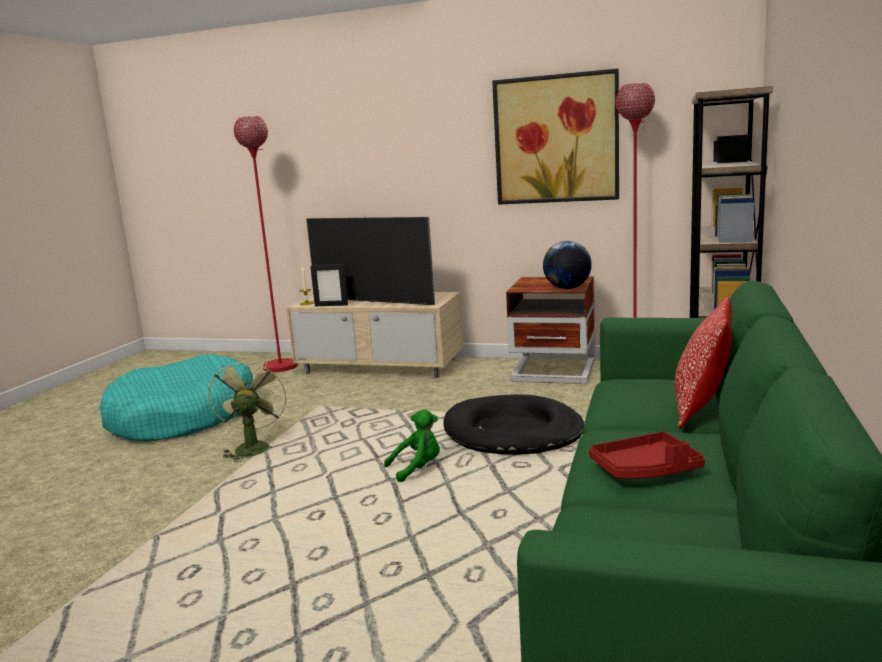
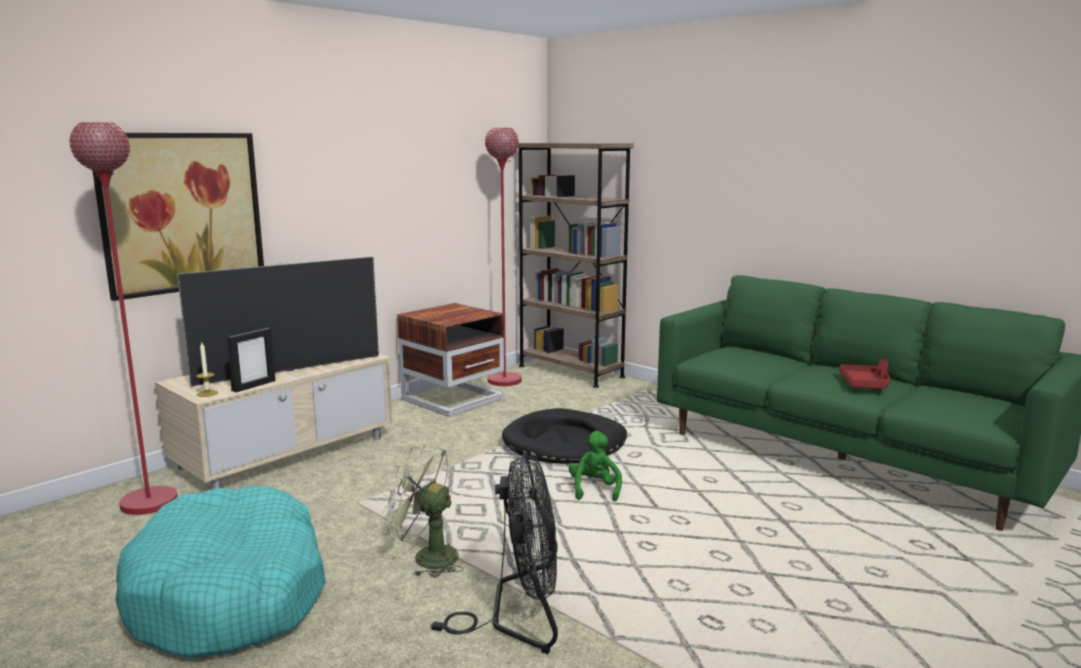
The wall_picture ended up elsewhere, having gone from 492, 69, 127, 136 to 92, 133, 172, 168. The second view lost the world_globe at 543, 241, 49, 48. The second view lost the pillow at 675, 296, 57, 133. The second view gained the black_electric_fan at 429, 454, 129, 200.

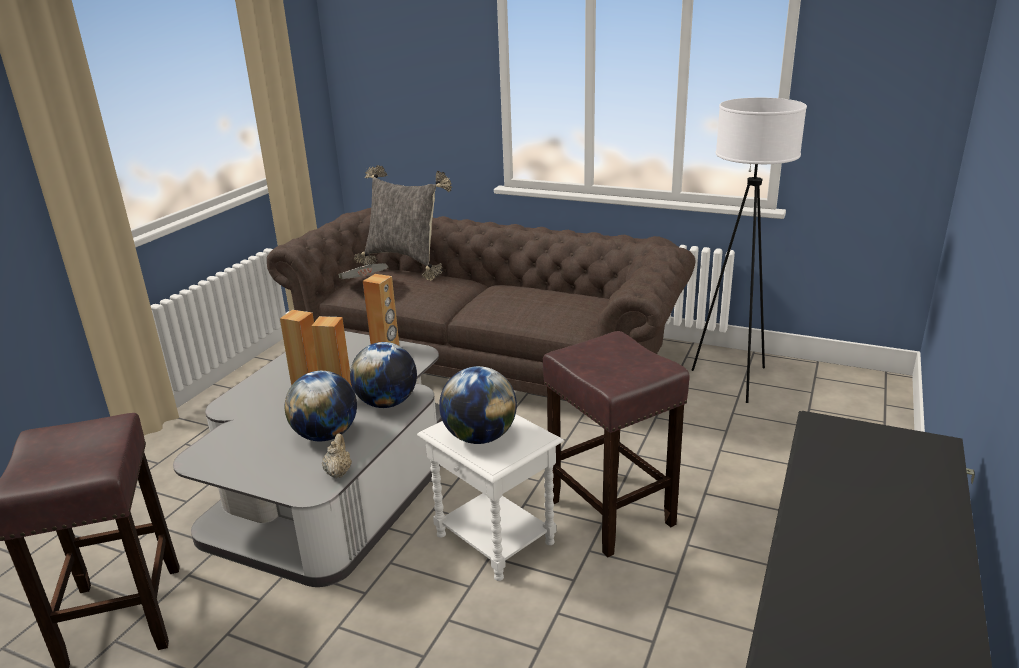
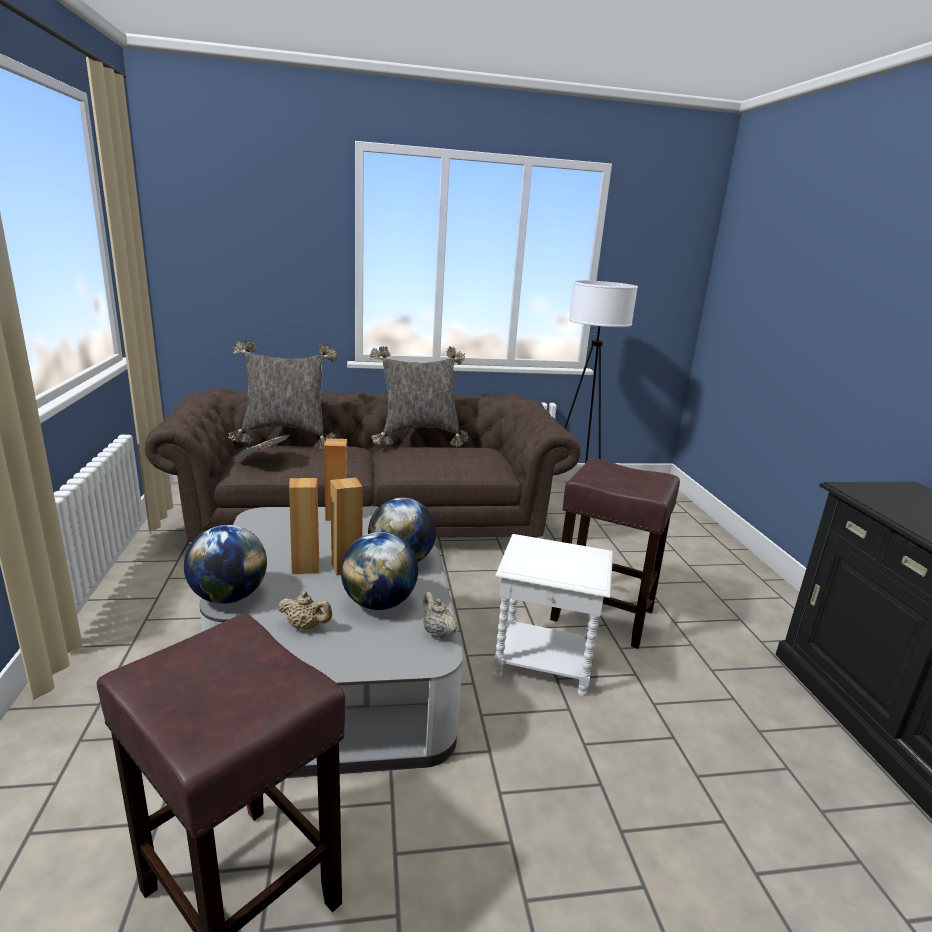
The world_globe ended up elsewhere, having gone from 439, 366, 78, 78 to 184, 525, 83, 79. The second view gained the pillow at 370, 346, 100, 101. The second view gained the beige-coloured_pot_for_tea at 278, 591, 54, 39.

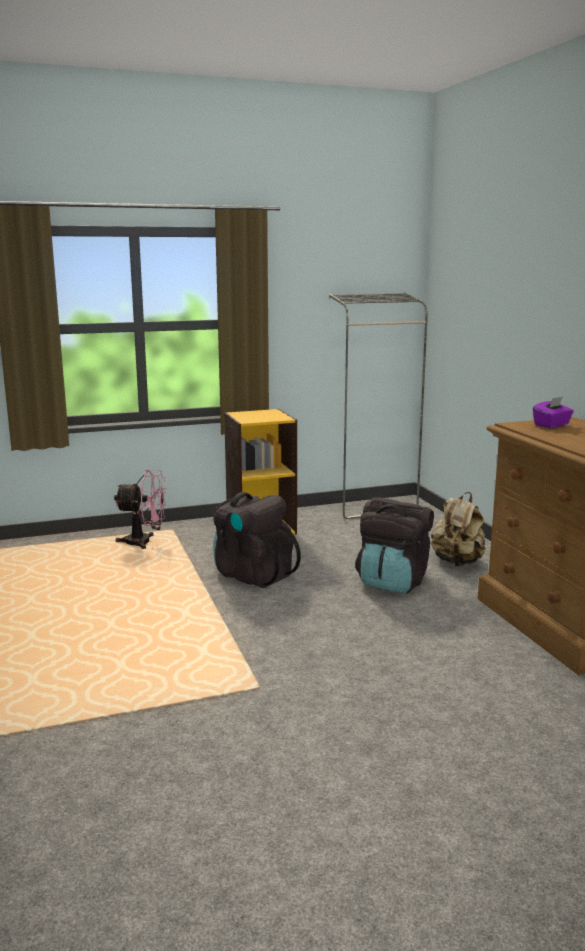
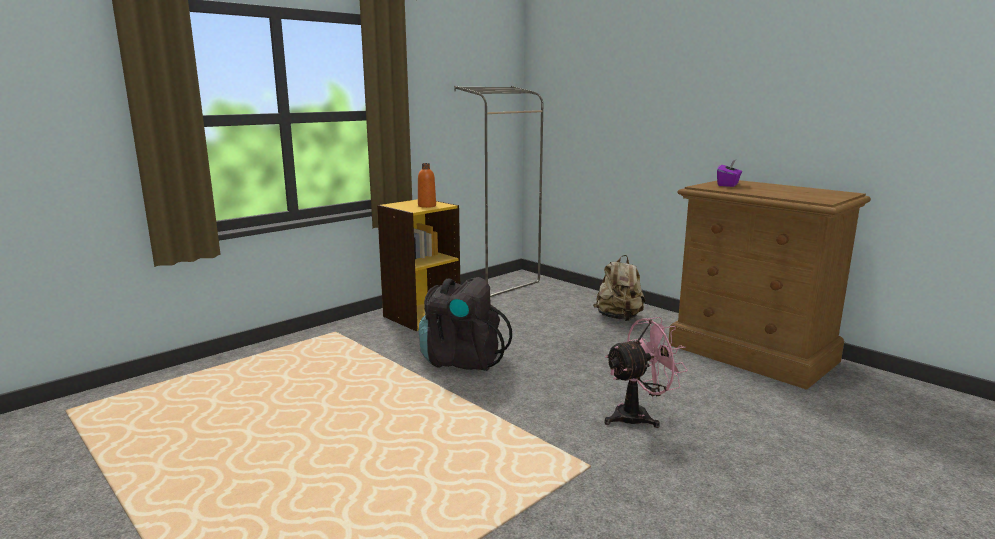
The pink_electric_fan ended up elsewhere, having gone from 114, 470, 53, 79 to 604, 317, 84, 111. The second view lost the black_backpack at 355, 497, 79, 97. The second view gained the orangey_beverage_bottle at 418, 163, 18, 45.

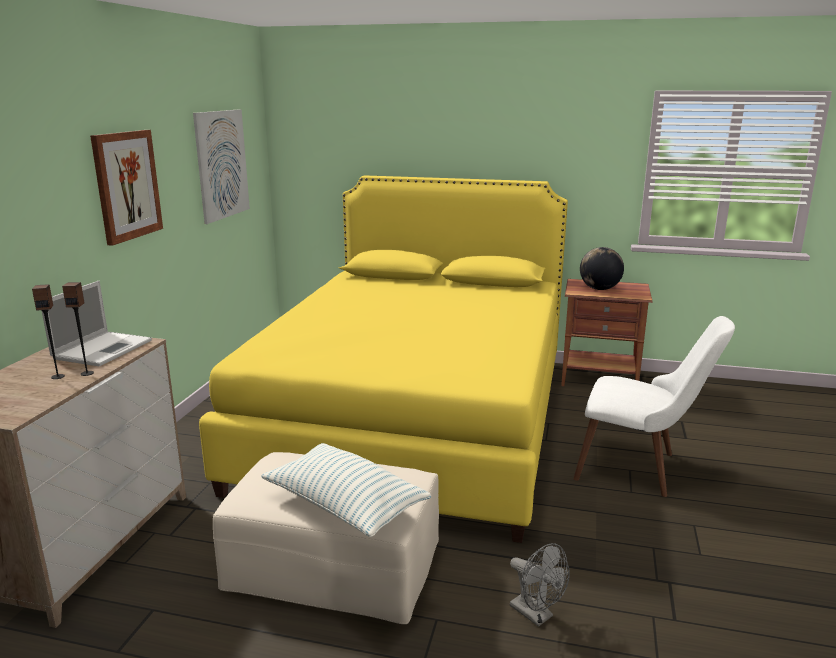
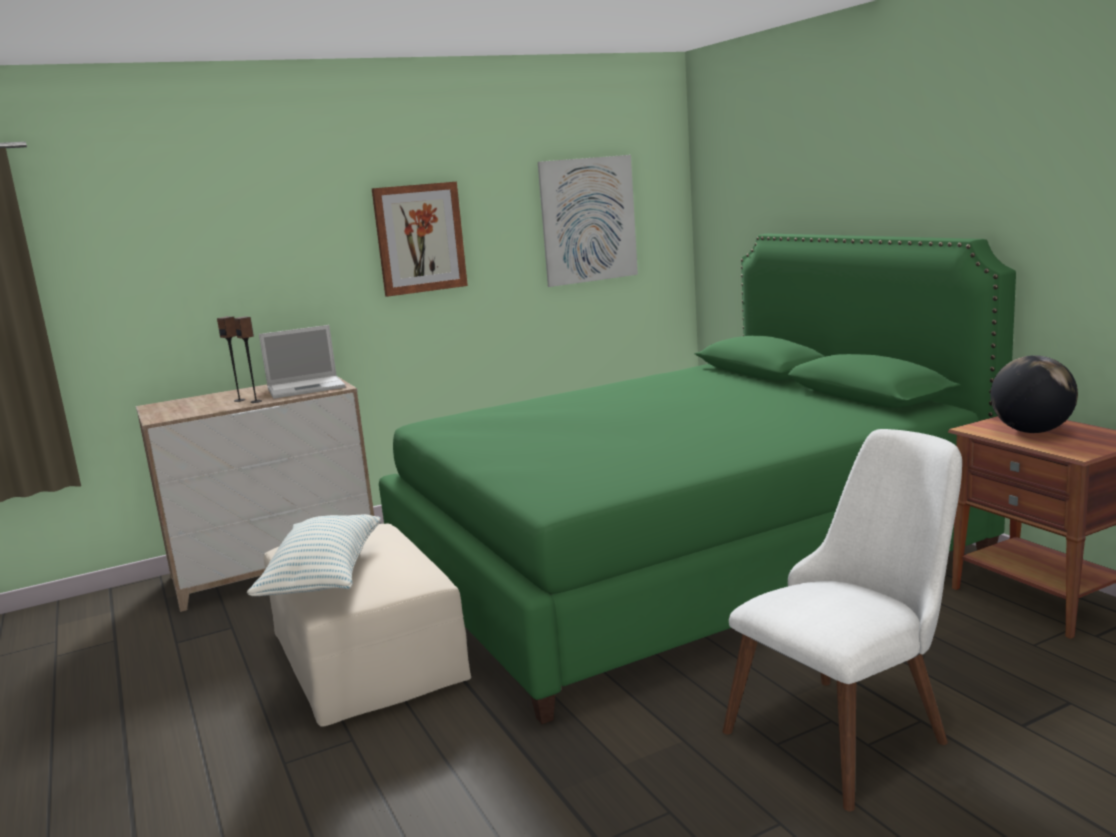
What was the yellowish_bedroom_bed at 199, 175, 369, 368 turned into the green-coloured_bedroom_bed at 379, 233, 637, 491. The white_plain_chair at 573, 316, 162, 181 ended up facing another way, 105 degrees counterclockwise from before. The second view lost the gray_electric_fan at 510, 543, 60, 84.

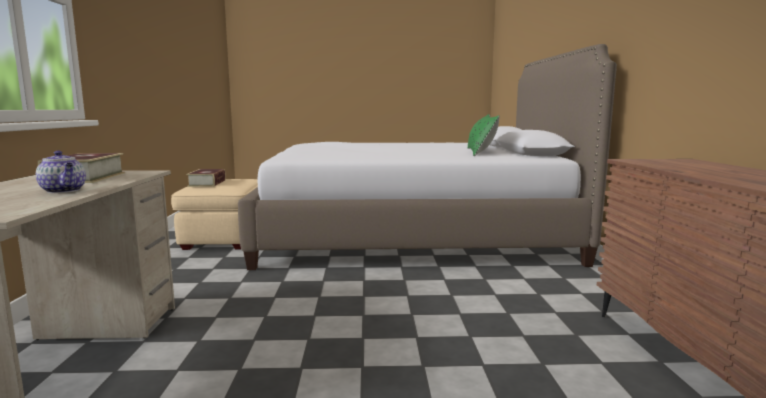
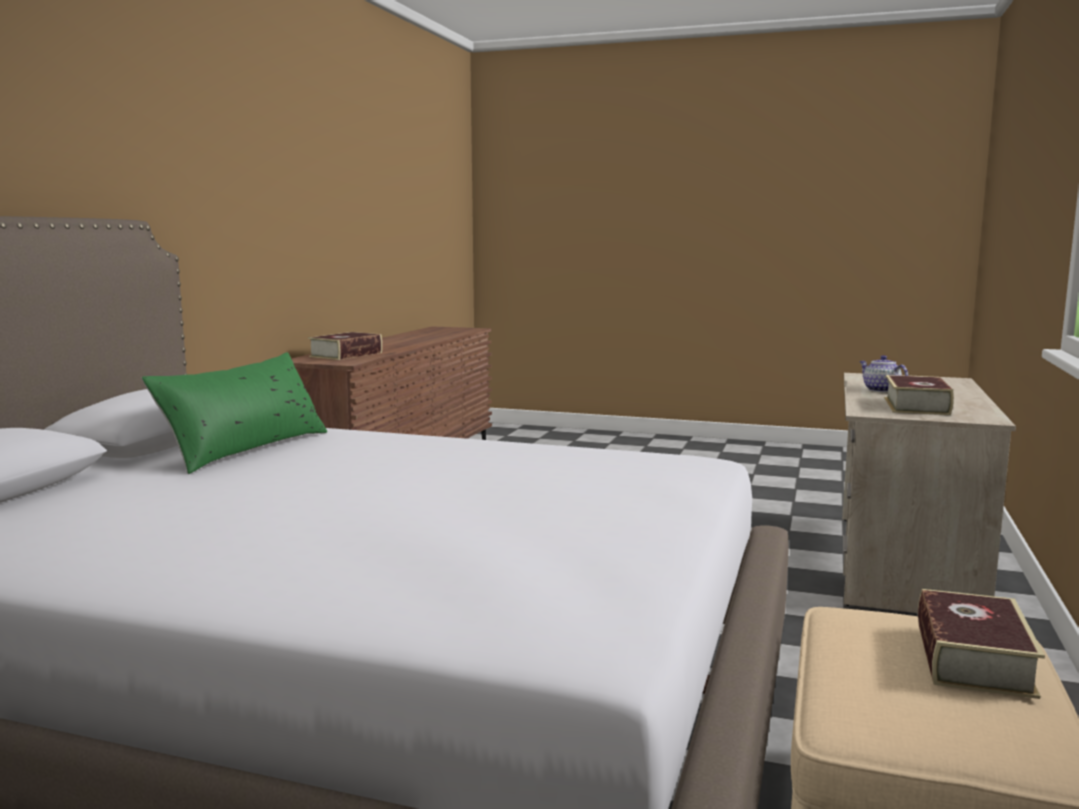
The second view gained the volume at 308, 332, 74, 28.

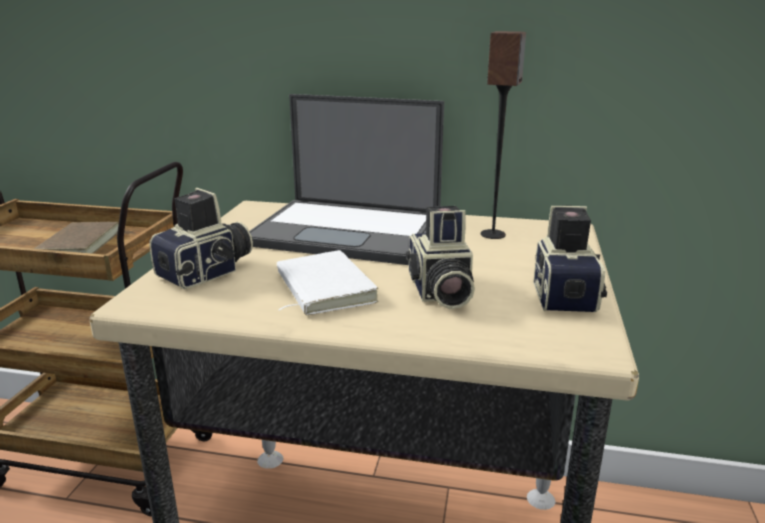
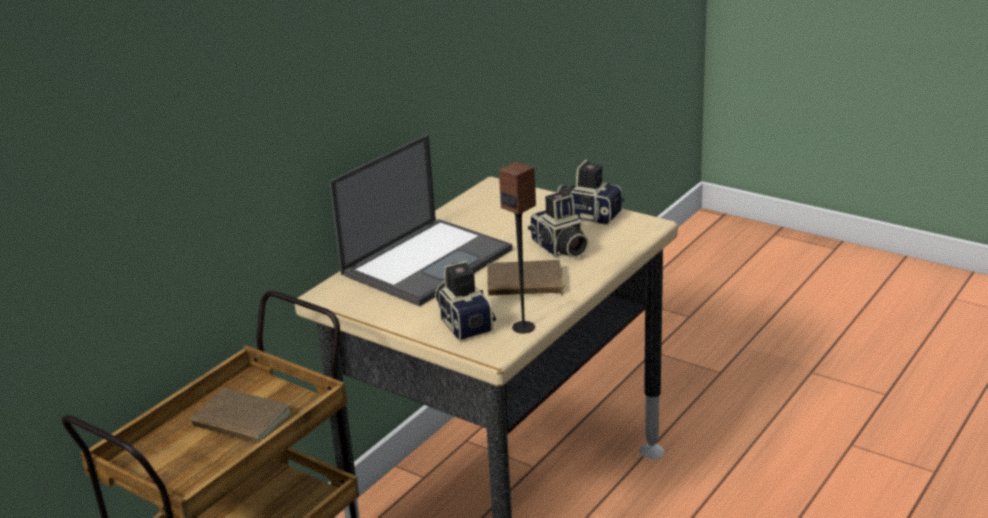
The speaker ended up elsewhere, having gone from 481, 31, 45, 208 to 499, 161, 37, 173. The still_camera at 406, 206, 69, 103 ended up facing another way, 45 degrees clockwise from before. What was the white_volume at 277, 250, 101, 65 turned into the brown_volume at 487, 260, 79, 36.

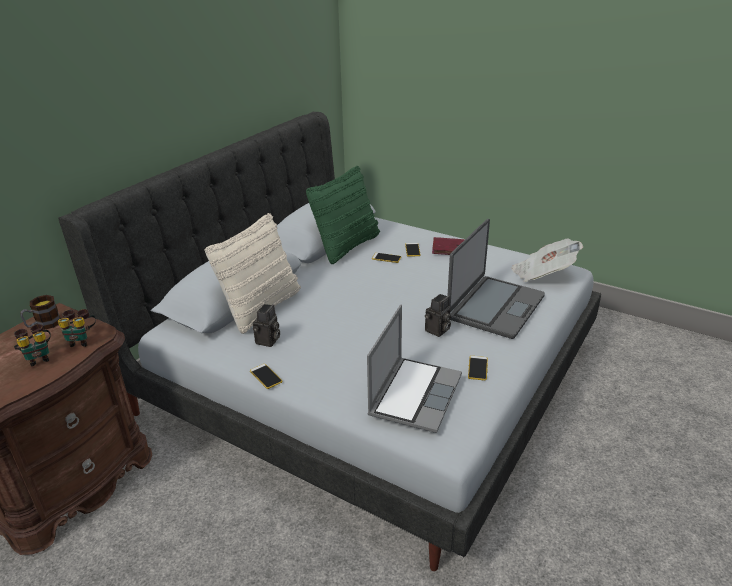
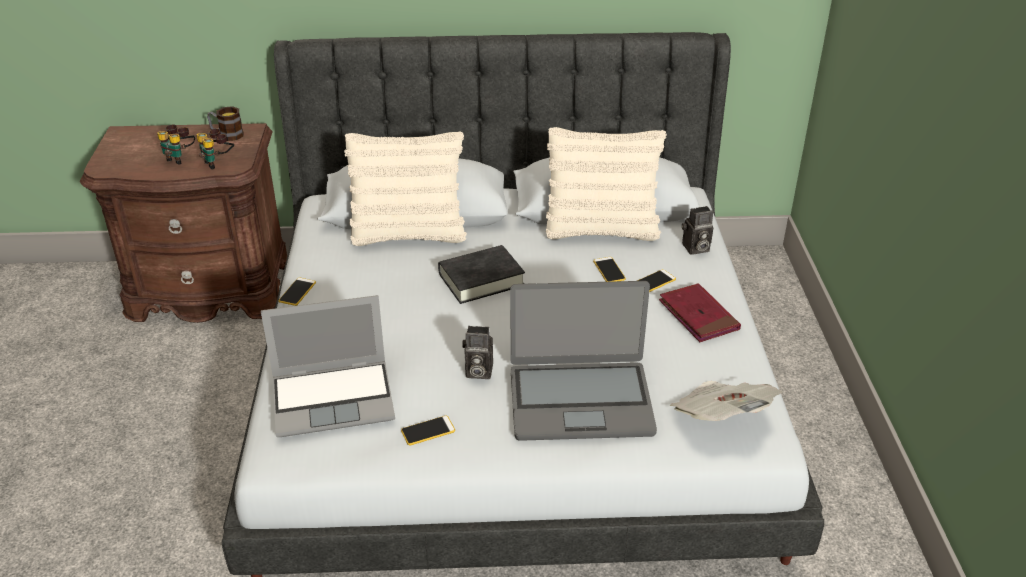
What was the green-coloured_pillow at 306, 166, 74, 98 turned into the beige-coloured_pillow at 545, 127, 122, 114. The still_camera ended up elsewhere, having gone from 253, 304, 27, 43 to 682, 206, 31, 49. The second view gained the black_volume at 438, 245, 87, 59.

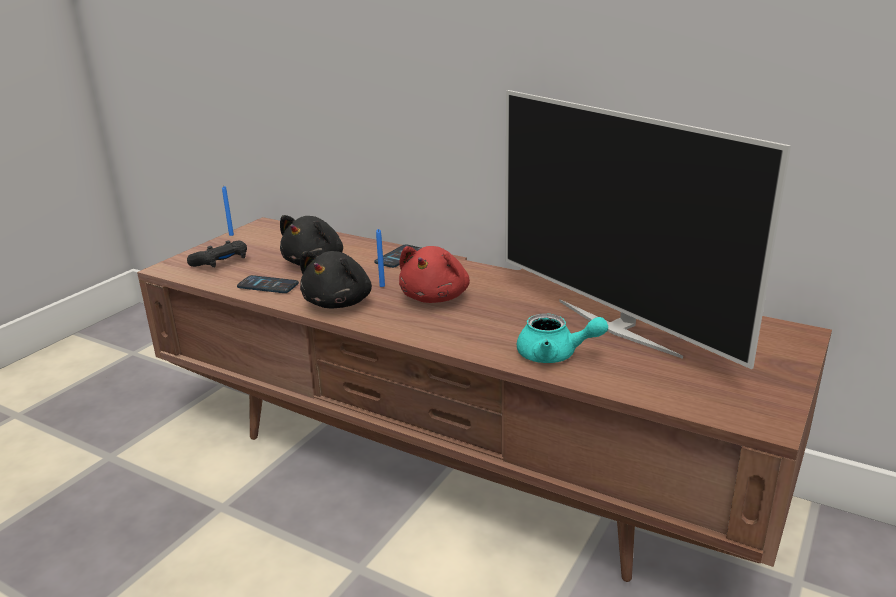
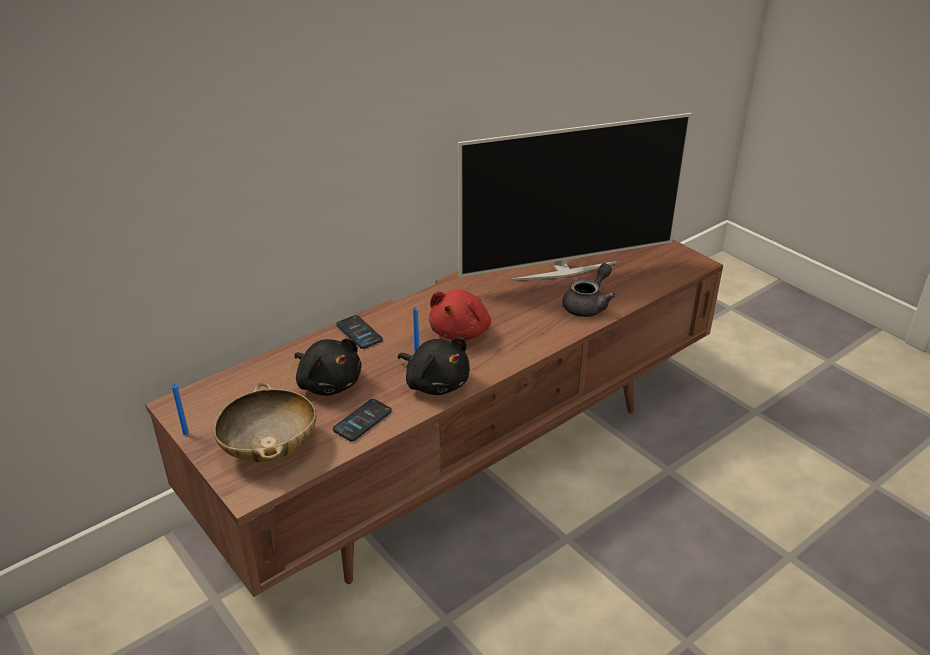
Where the black_gamepad stood at 187, 240, 60, 28, the beige-coloured_deep_dish came to stand at 214, 382, 102, 80. The reddish_plush_toy at 399, 246, 71, 57 ended up facing another way, 75 degrees clockwise from before. What was the turquoise-coloured_pot_for_tea at 517, 313, 91, 50 turned into the gray_pot_for_tea at 562, 263, 53, 54.

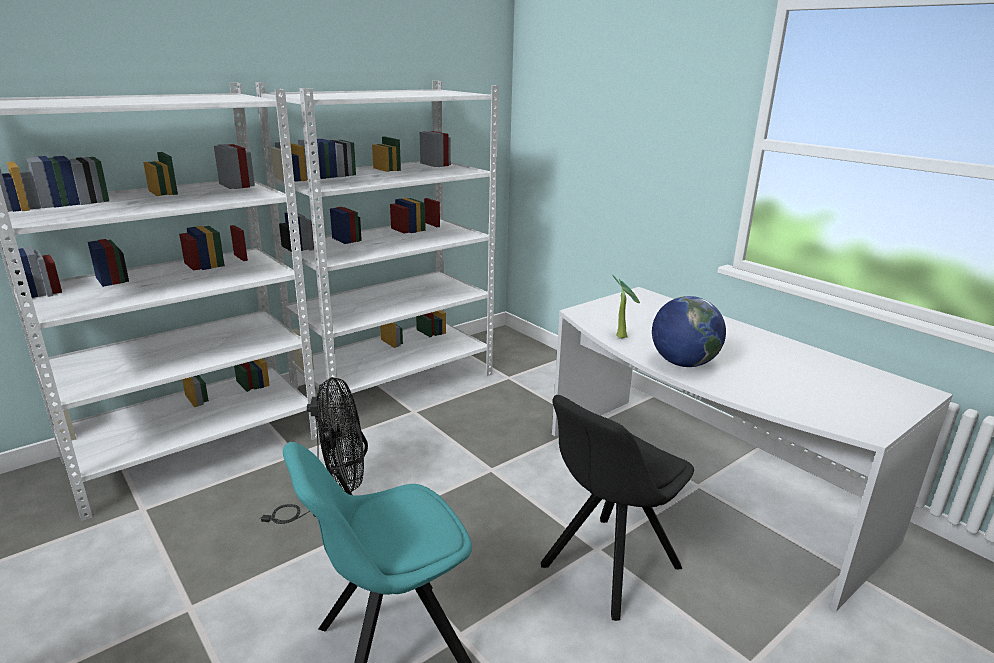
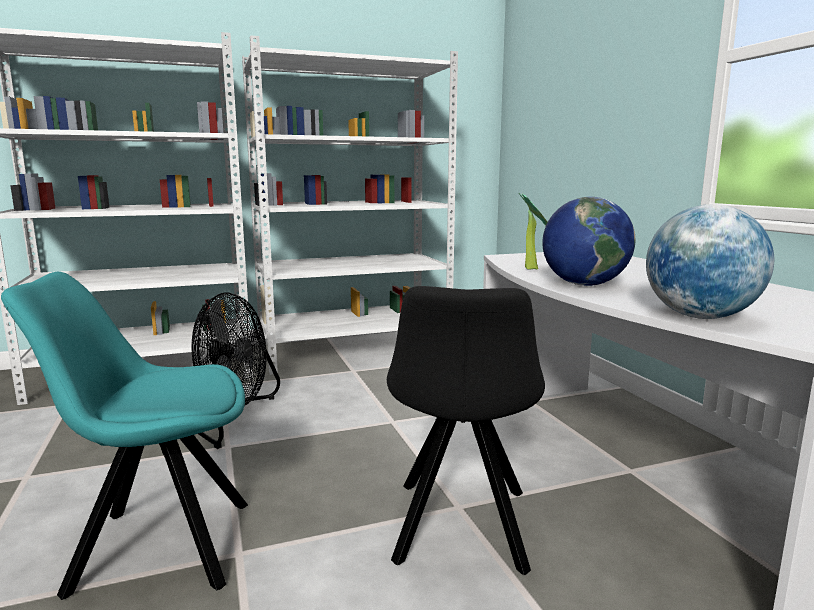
The black_plain_chair at 541, 395, 153, 226 ended up facing another way, 60 degrees counterclockwise from before. The second view gained the world_globe at 646, 204, 128, 115.

